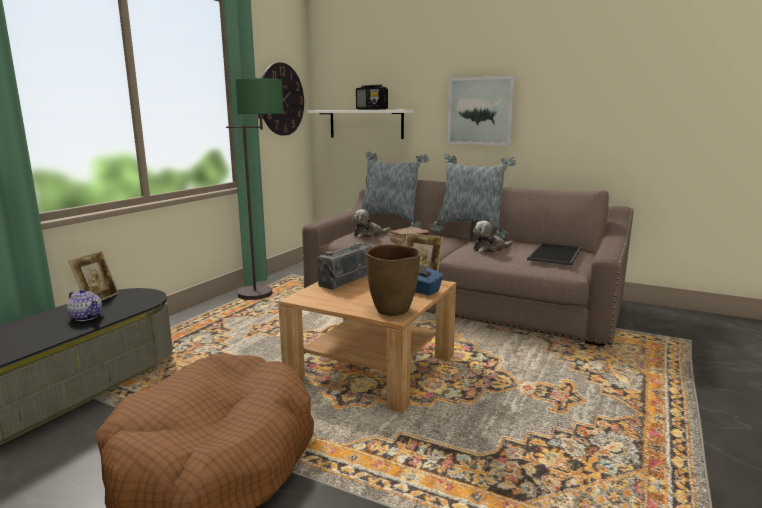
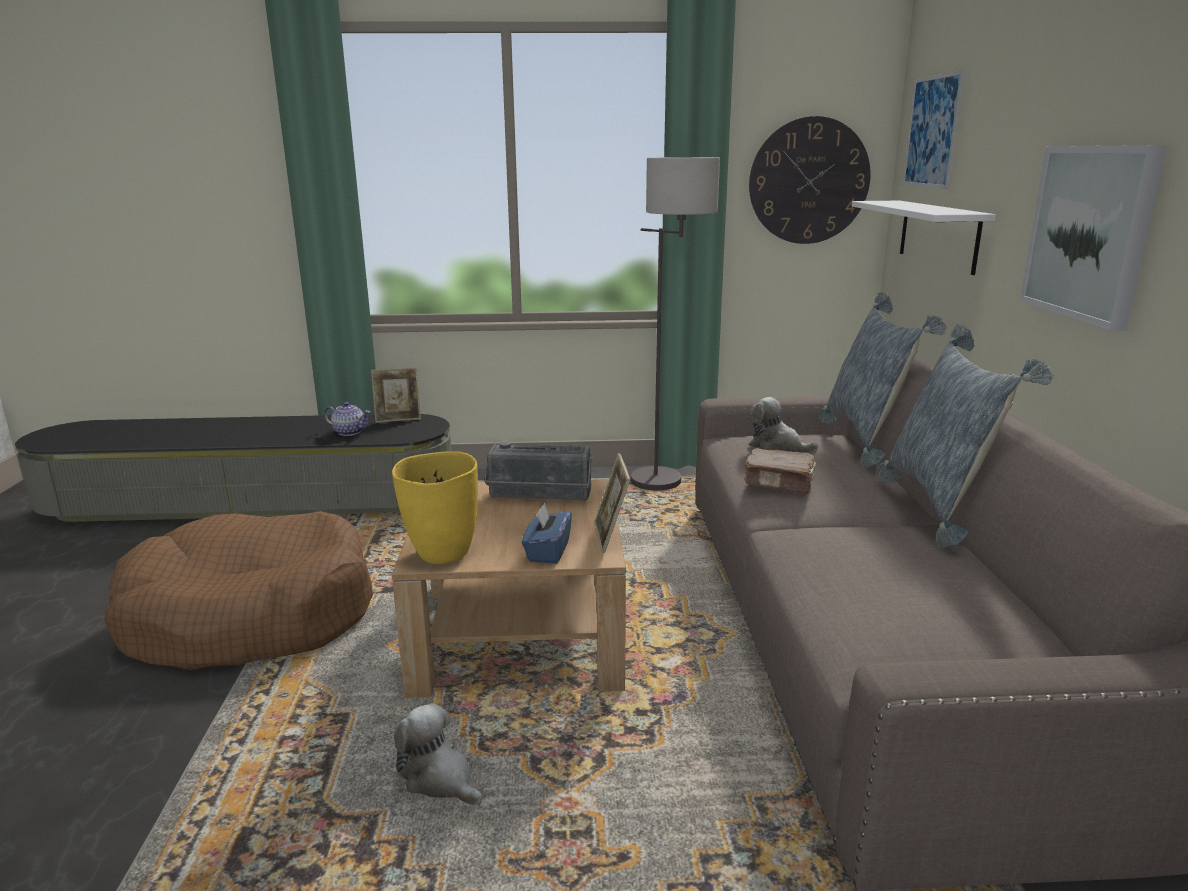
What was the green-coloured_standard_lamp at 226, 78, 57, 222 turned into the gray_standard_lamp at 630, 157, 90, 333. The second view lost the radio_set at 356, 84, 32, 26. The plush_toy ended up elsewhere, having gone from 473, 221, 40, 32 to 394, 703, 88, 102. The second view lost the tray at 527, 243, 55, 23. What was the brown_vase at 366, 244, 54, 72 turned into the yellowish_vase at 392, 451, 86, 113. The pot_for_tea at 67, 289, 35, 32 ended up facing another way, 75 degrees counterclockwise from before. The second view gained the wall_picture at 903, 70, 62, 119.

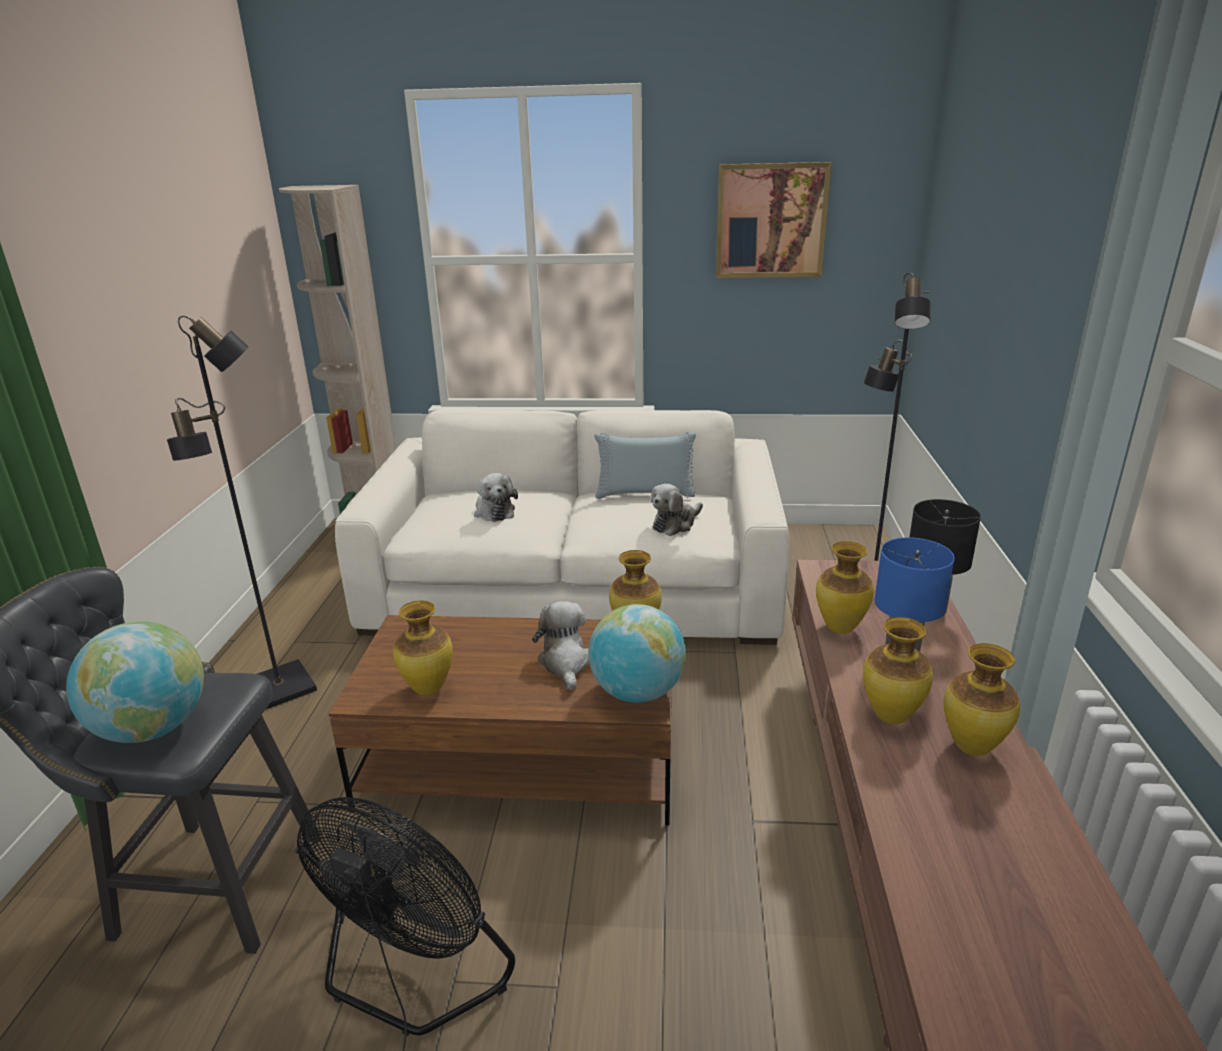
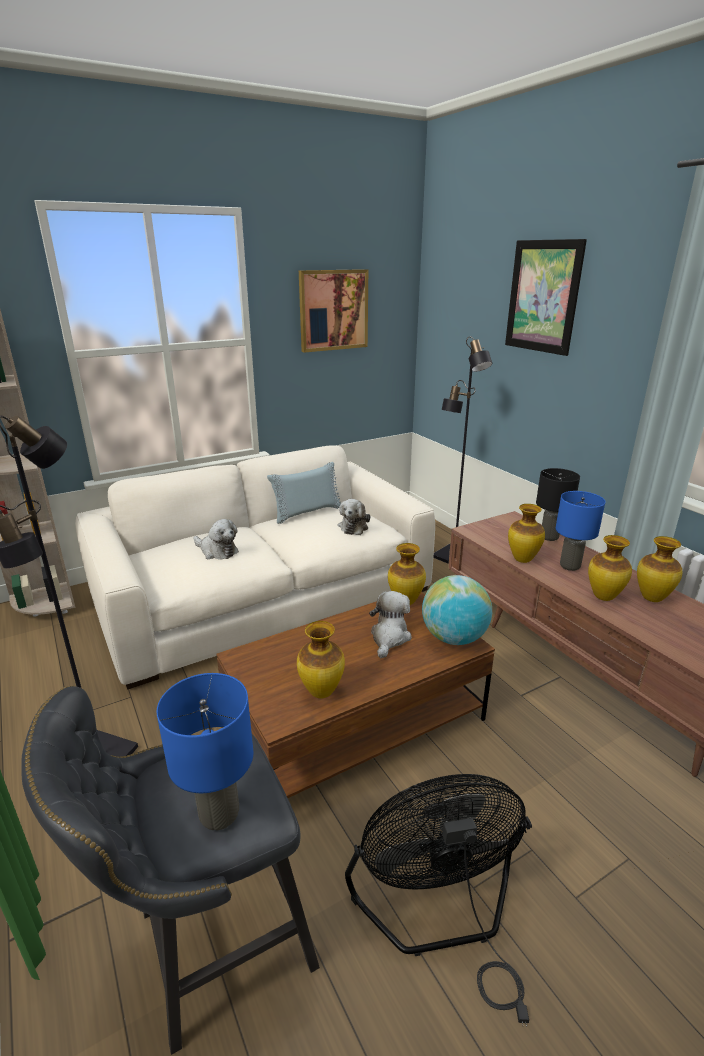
The plush_toy at 532, 601, 57, 90 ended up facing another way, 60 degrees clockwise from before. Where the world_globe stood at 66, 622, 138, 121, the bluish_table_lamp came to stand at 157, 673, 96, 157. The second view gained the wall_picture at 505, 239, 82, 117.

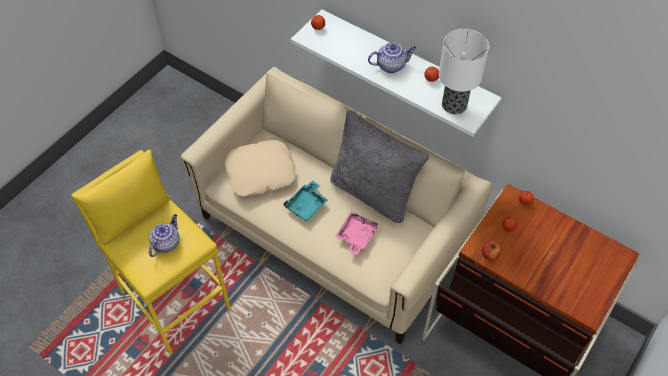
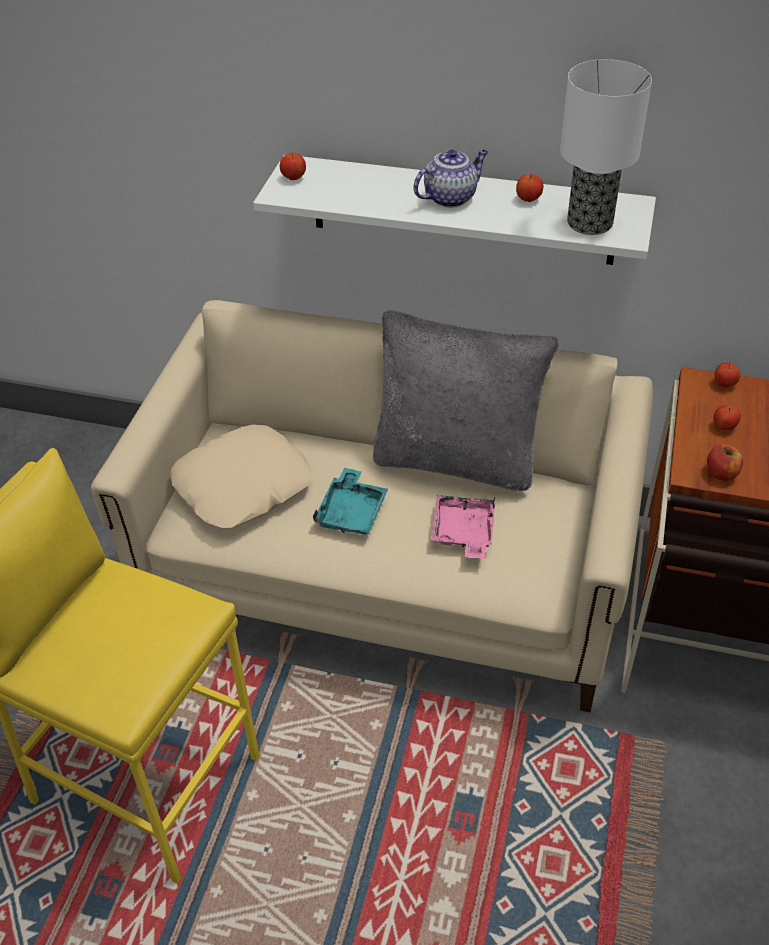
The second view lost the pot_for_tea at 149, 214, 31, 43.

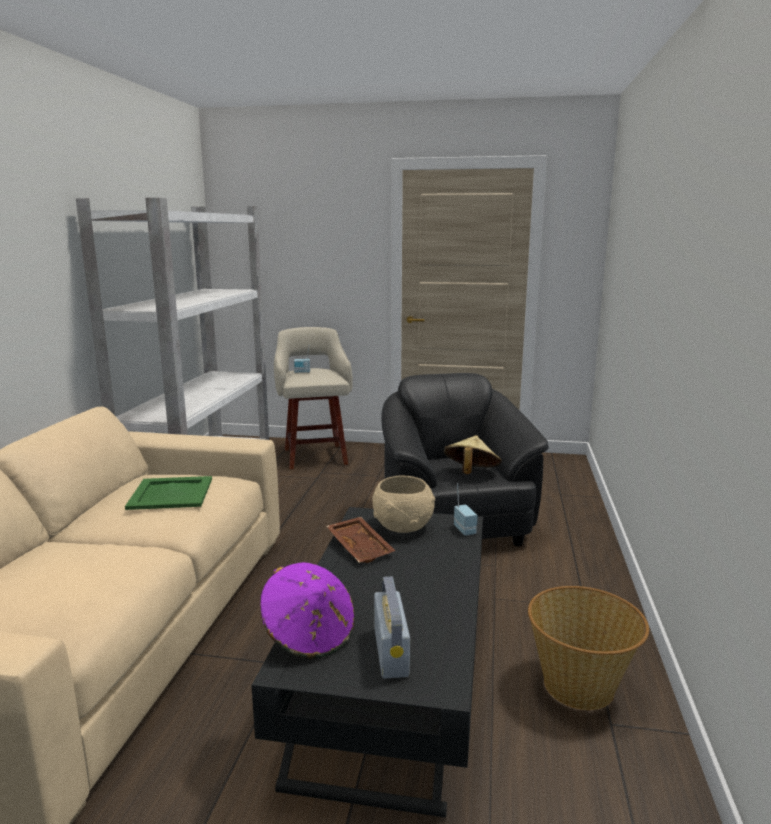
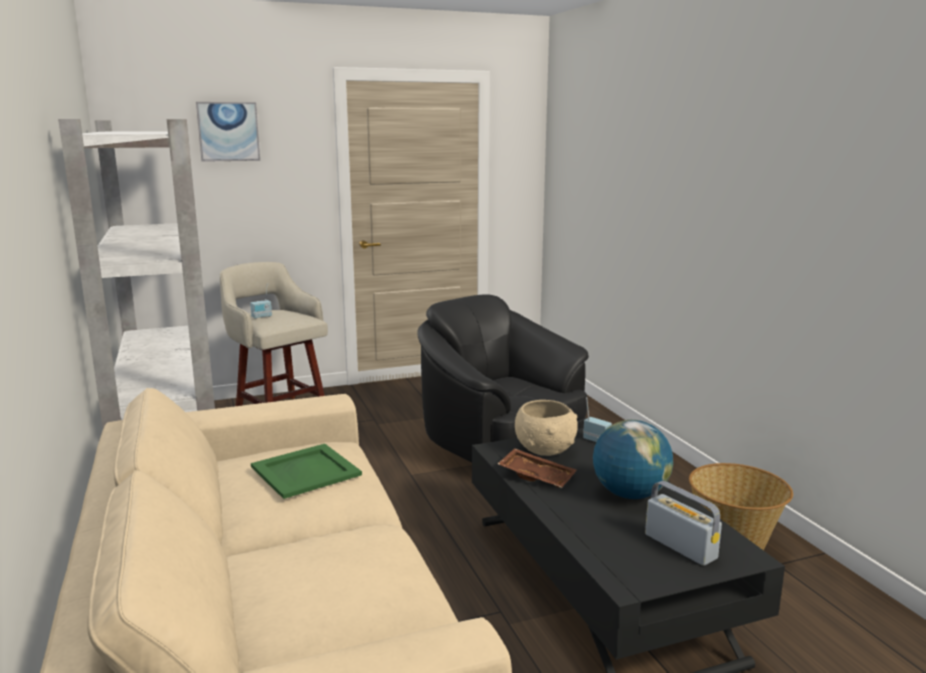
The second view lost the beige-coloured_clothing_hat at 444, 435, 58, 39. The second view lost the purple-coloured_clothing_hat at 260, 562, 95, 97. The second view gained the wall_picture at 196, 102, 64, 60. The second view gained the world_globe at 593, 420, 80, 79.

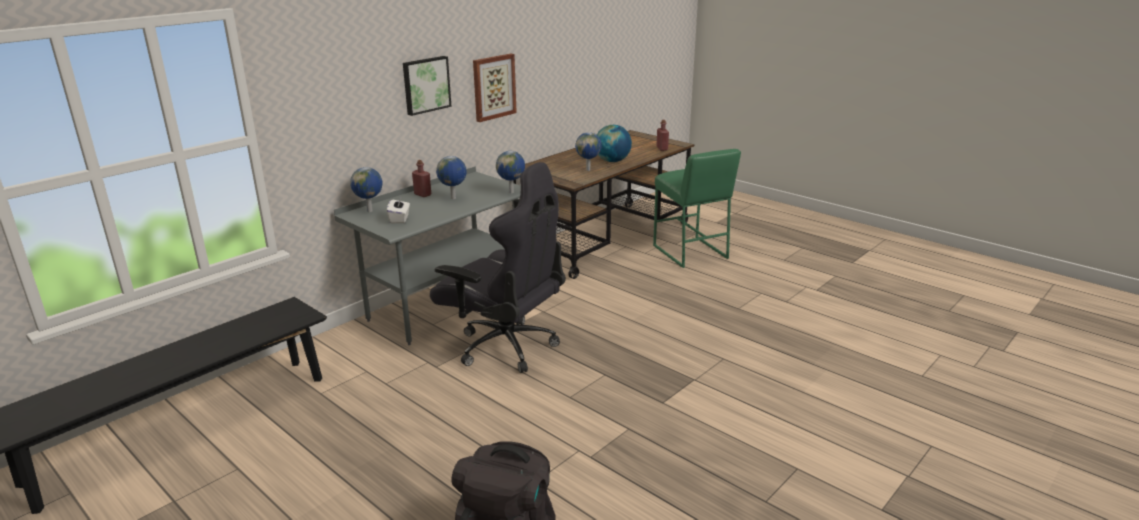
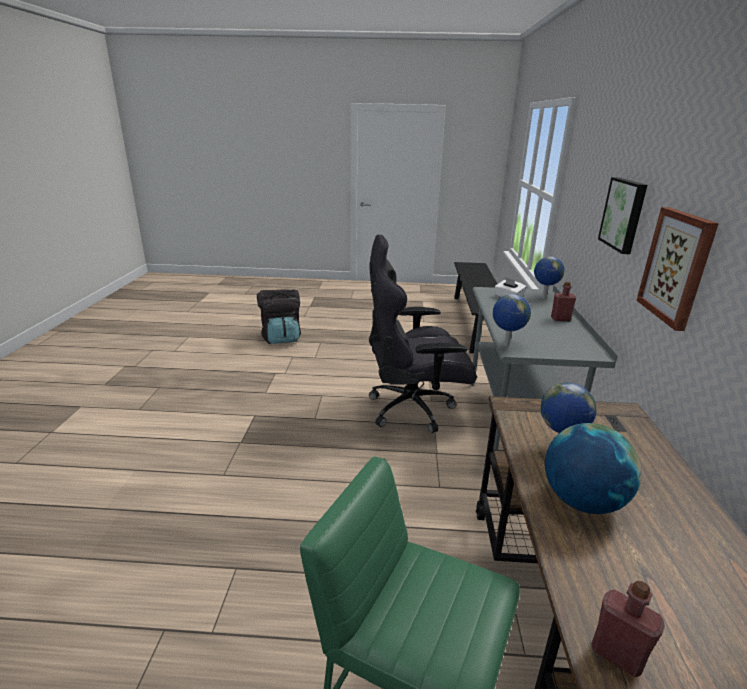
The second view lost the world_globe at 436, 156, 30, 43.

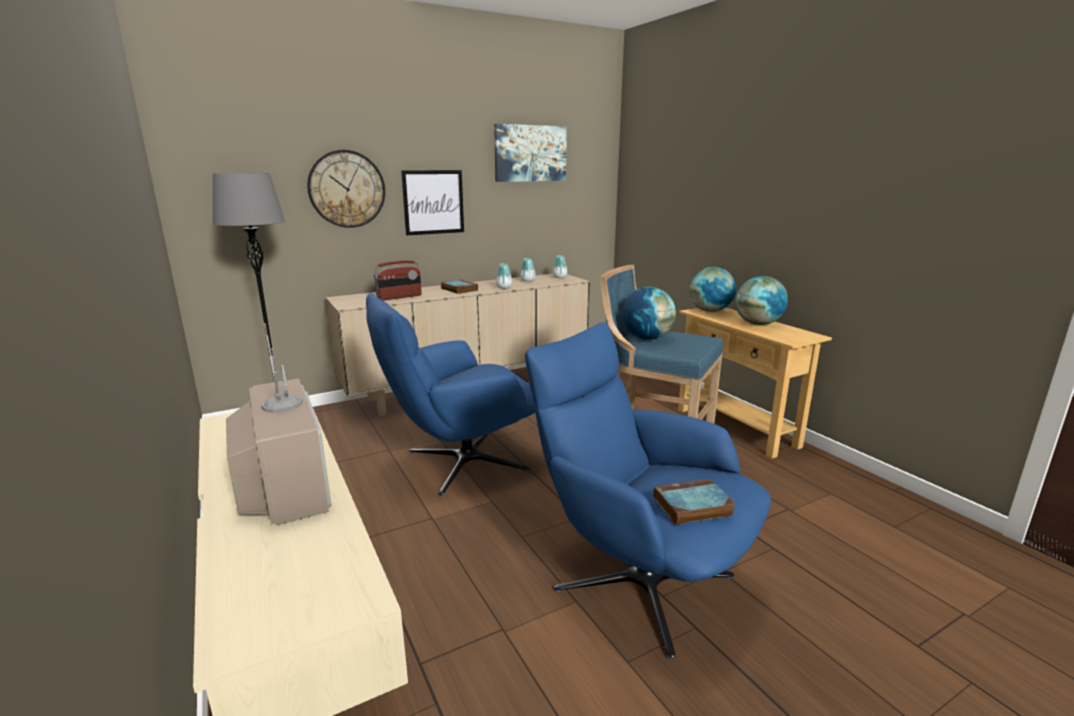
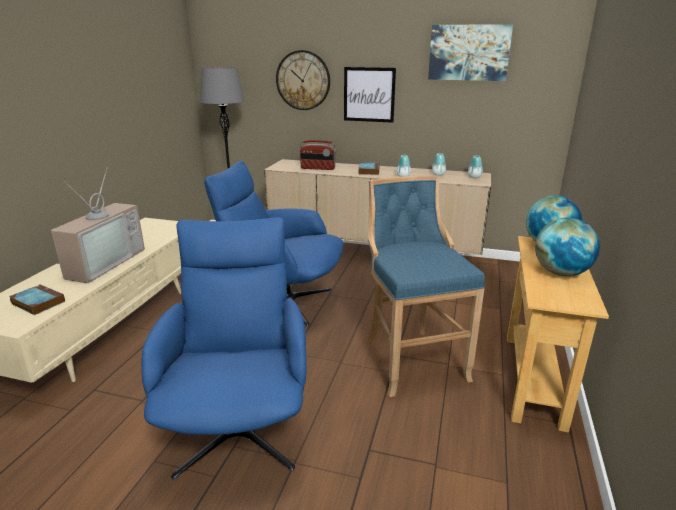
The second view lost the world_globe at 622, 287, 54, 53. The volume ended up elsewhere, having gone from 654, 479, 82, 46 to 9, 284, 56, 31.

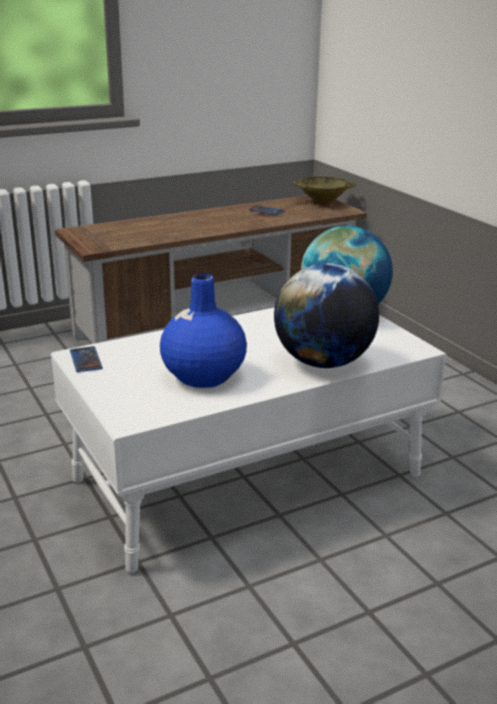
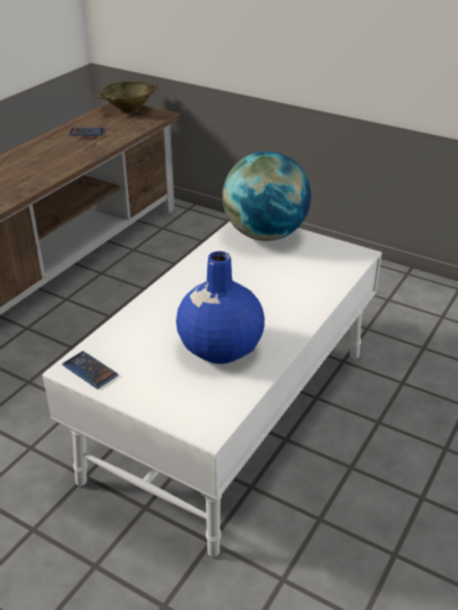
The second view lost the world_globe at 274, 263, 105, 105.

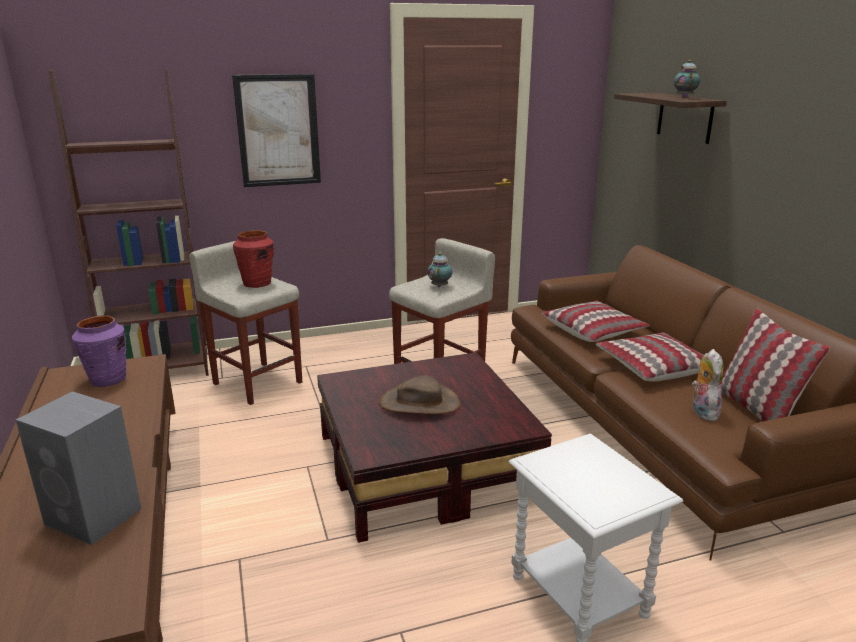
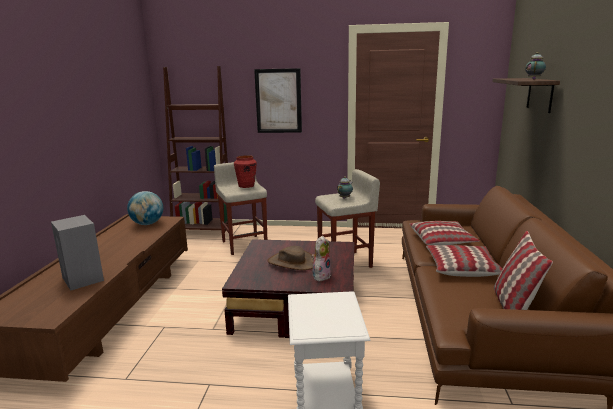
Where the purple-coloured_vase stood at 72, 315, 55, 72, the world_globe came to stand at 127, 191, 36, 34. The plush_toy ended up elsewhere, having gone from 692, 349, 32, 72 to 312, 235, 19, 46.

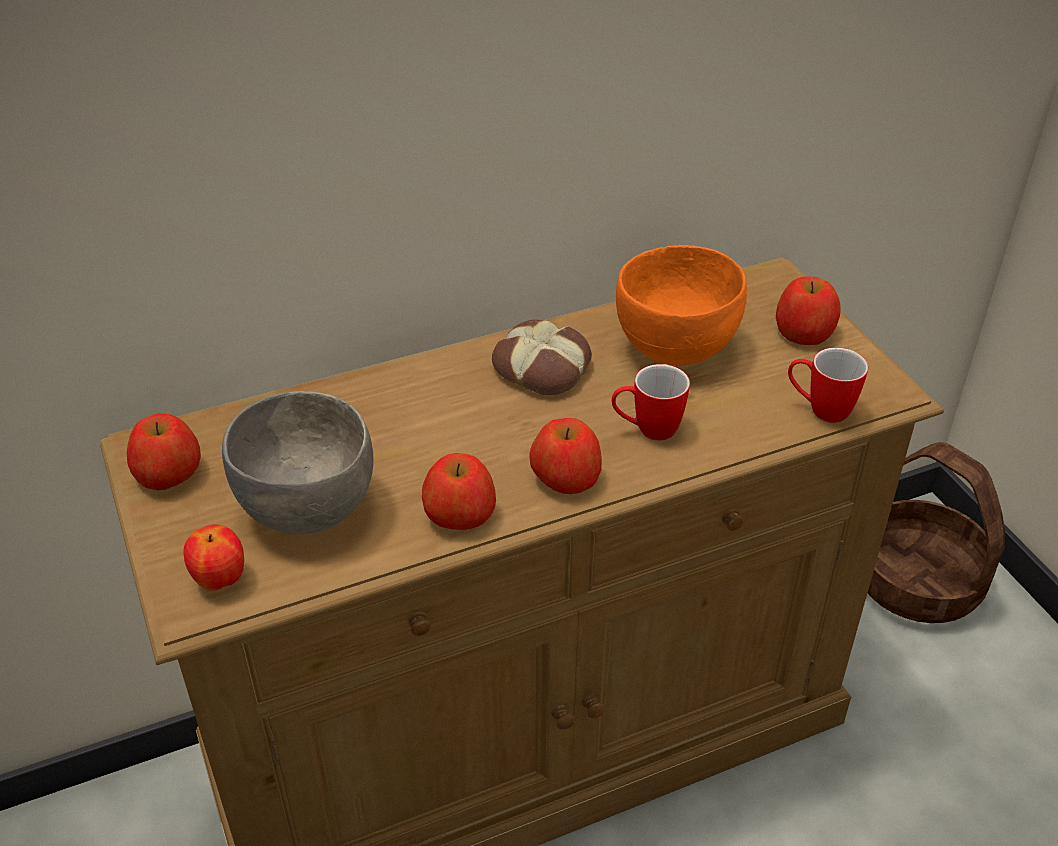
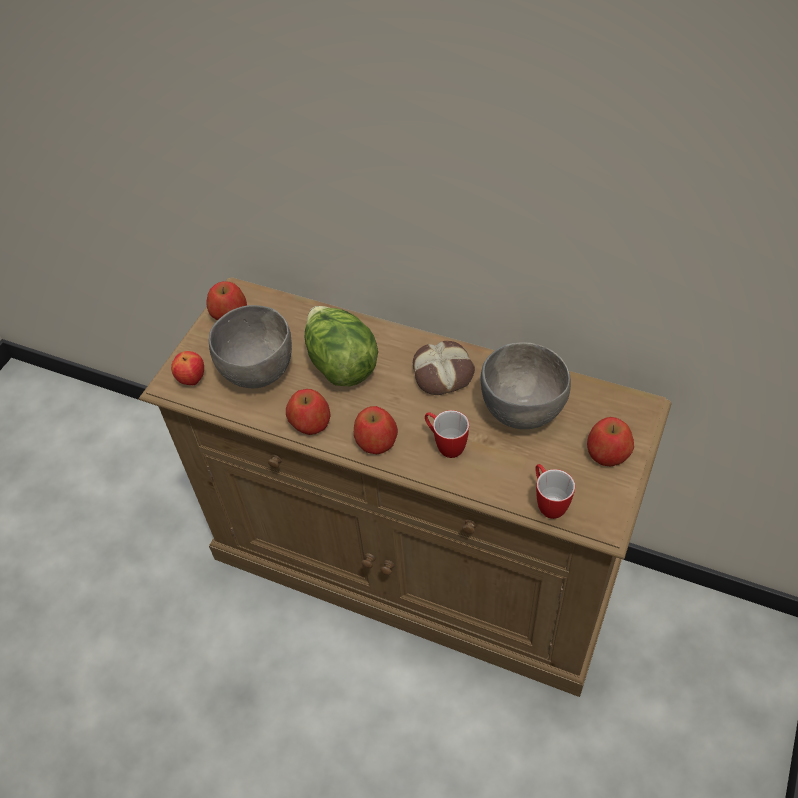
What was the orangey_deep_dish at 616, 245, 131, 120 turned into the gray_deep_dish at 481, 342, 90, 87. The second view lost the household_basket at 868, 442, 137, 181. The second view gained the lettuce at 305, 306, 73, 80.

